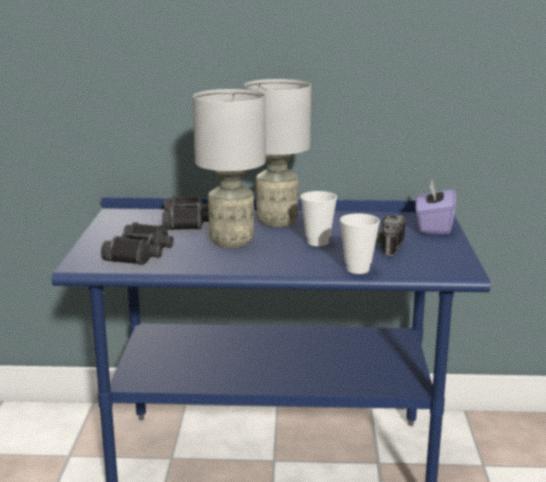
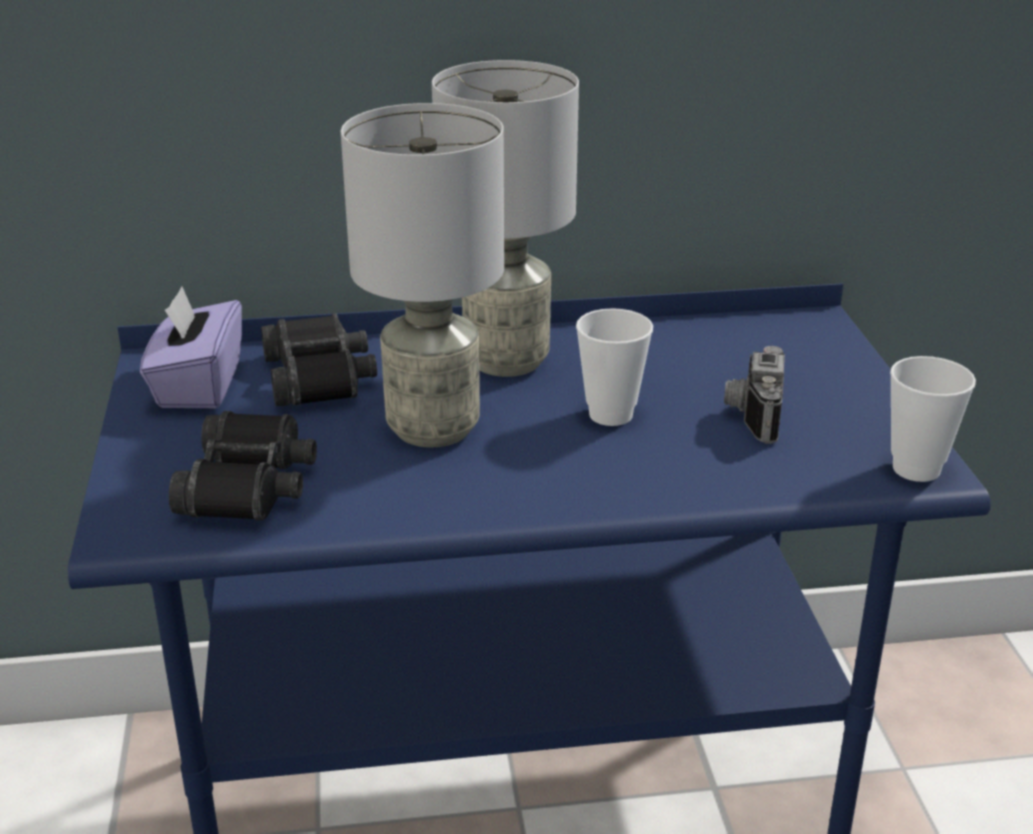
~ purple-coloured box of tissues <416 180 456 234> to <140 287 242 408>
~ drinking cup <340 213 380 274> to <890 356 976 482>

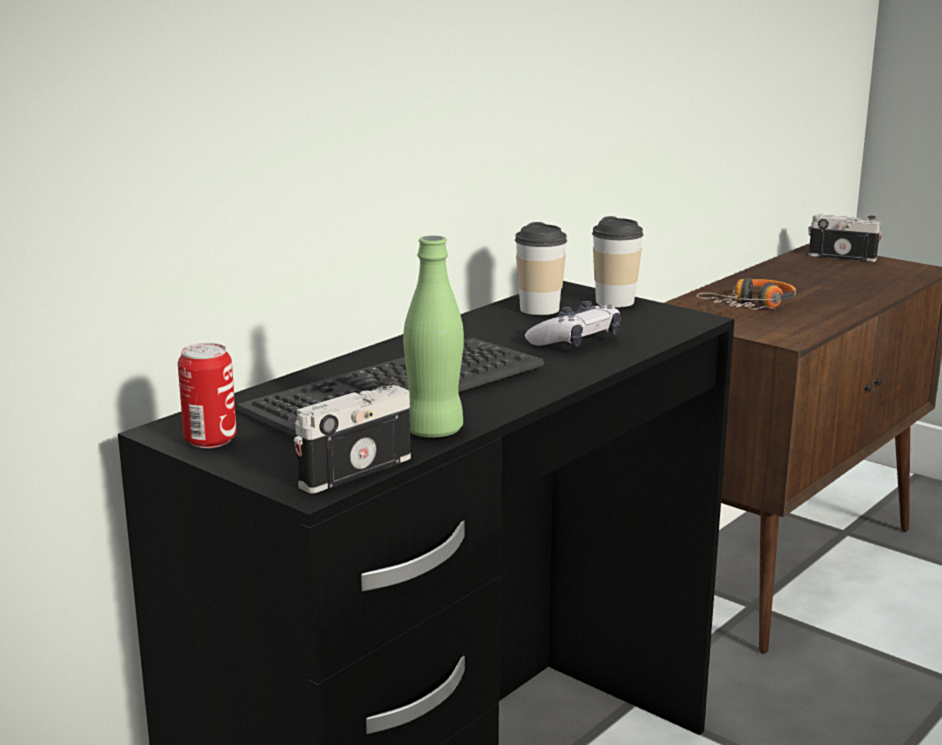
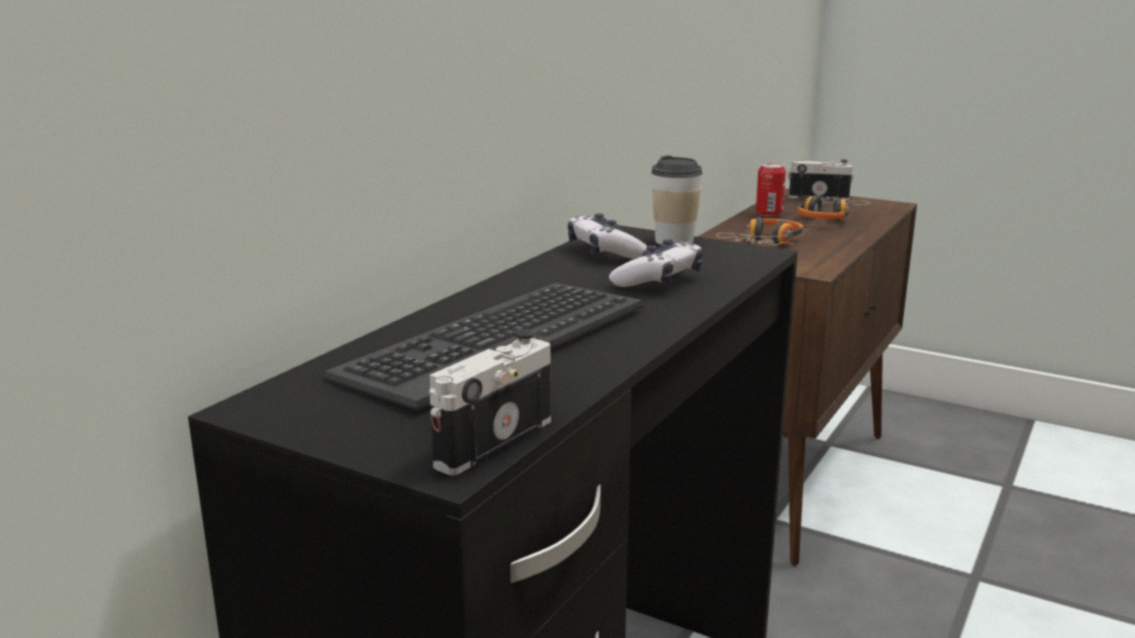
~ drinking cup <515 222 567 315> to joypad <568 213 647 259>
~ metal can <178 343 237 448> to <756 163 786 216>
+ headset <797 195 870 220>
- green drink bottle <403 235 464 438>

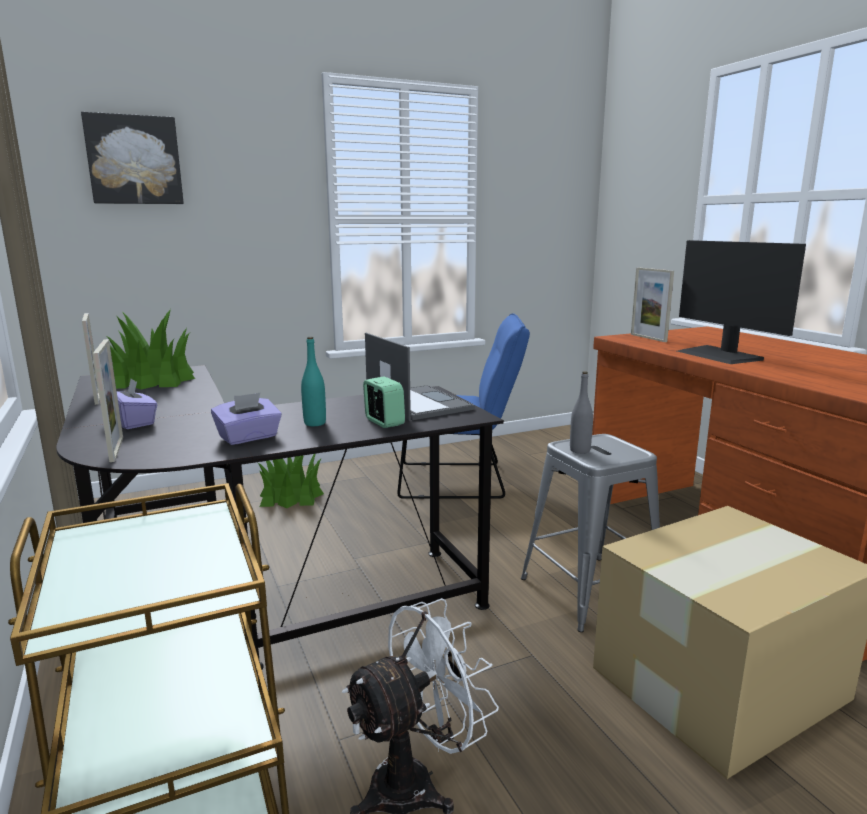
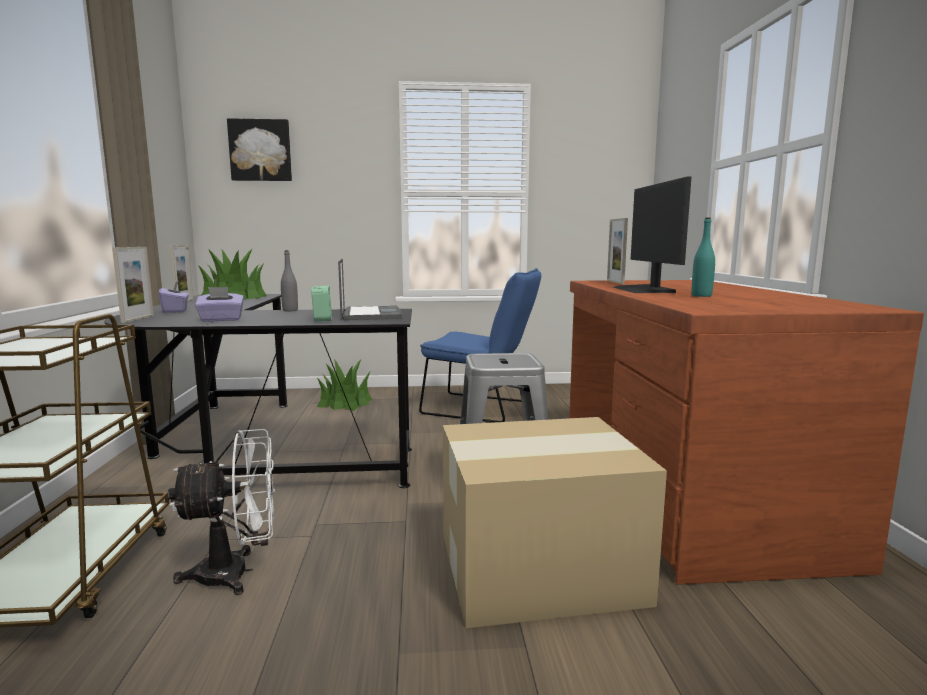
~ greyish drink bottle <570 371 593 454> to <281 250 298 311>
~ turquoise drink bottle <301 337 326 426> to <692 218 715 297>

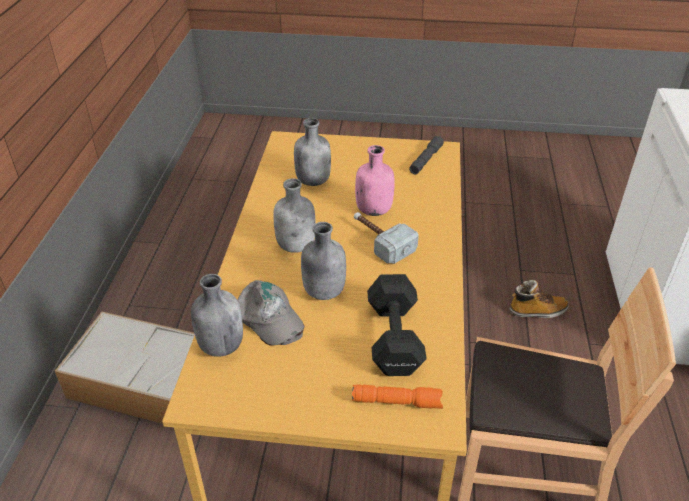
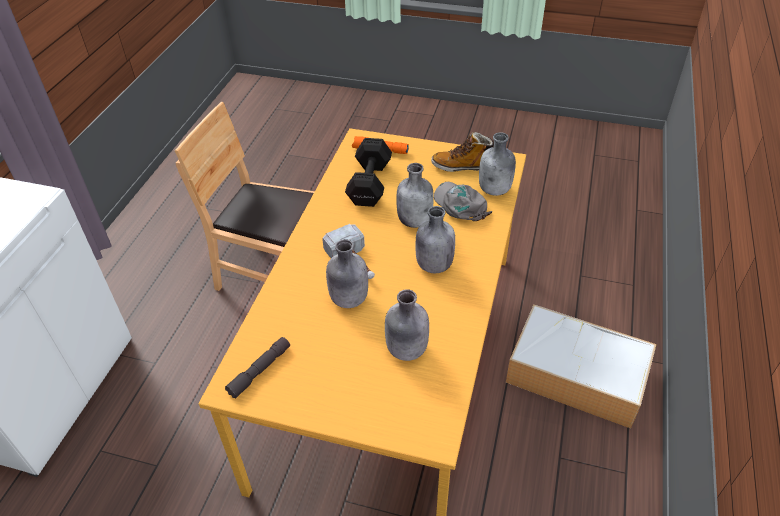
~ pinkish drink bottle <355 145 395 216> to greyish drink bottle <326 239 368 308>
~ high-top boot <510 280 569 318> to <431 132 494 172>

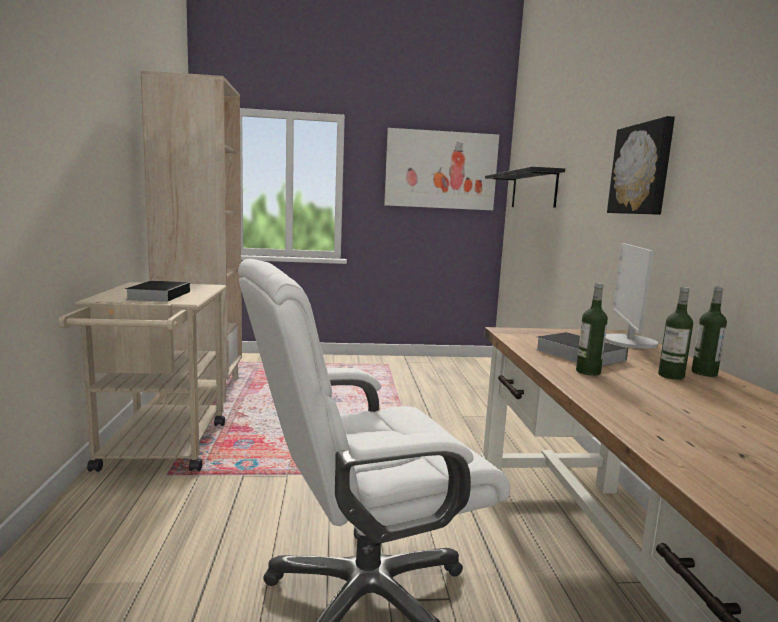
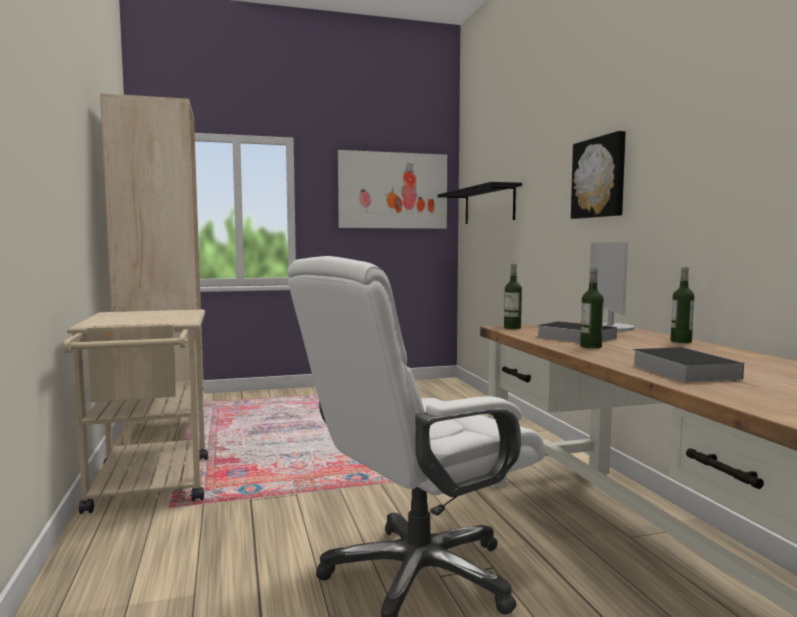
~ drink bottle <658 287 693 380> to <504 264 522 329>
~ bound book <125 281 190 302> to <632 347 744 382>

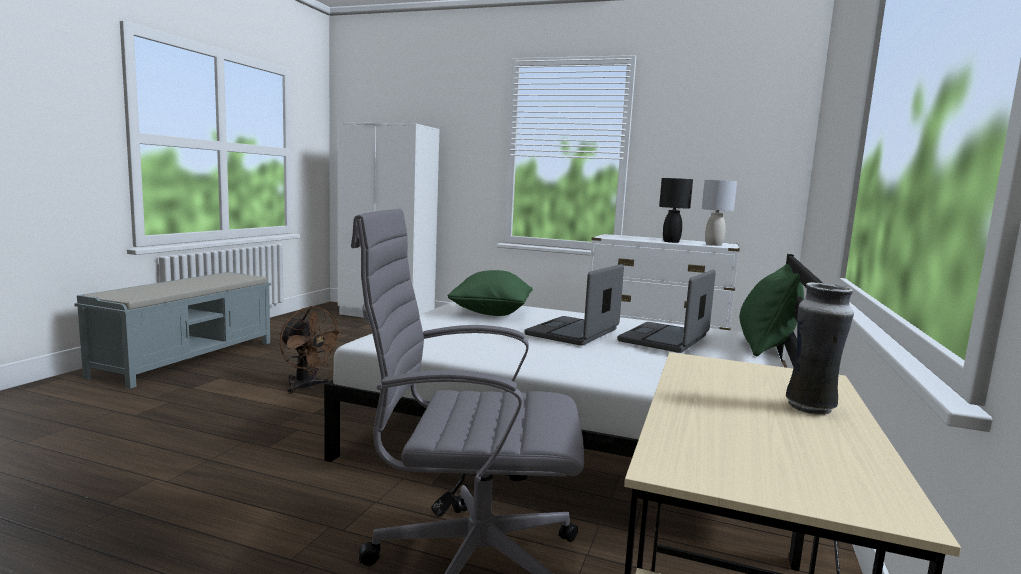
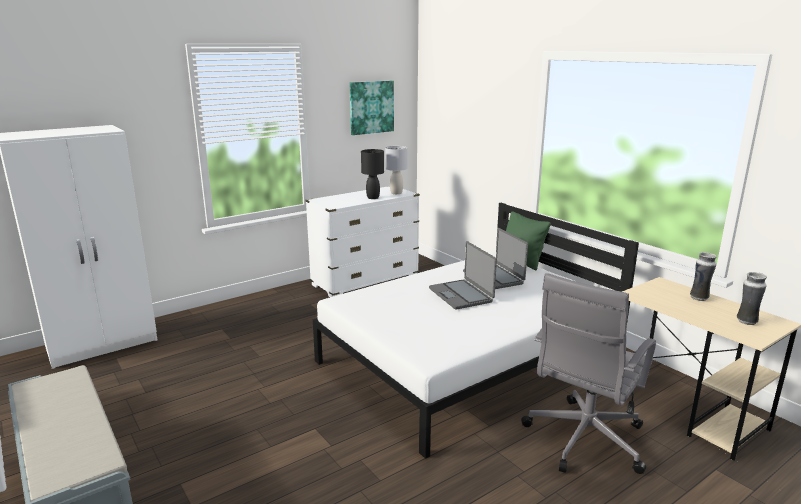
+ wall art <350 81 394 135>
+ decorative vase <737 272 767 325>
- brownish electric fan <279 306 345 394>
- green throw pillow <448 270 533 316>

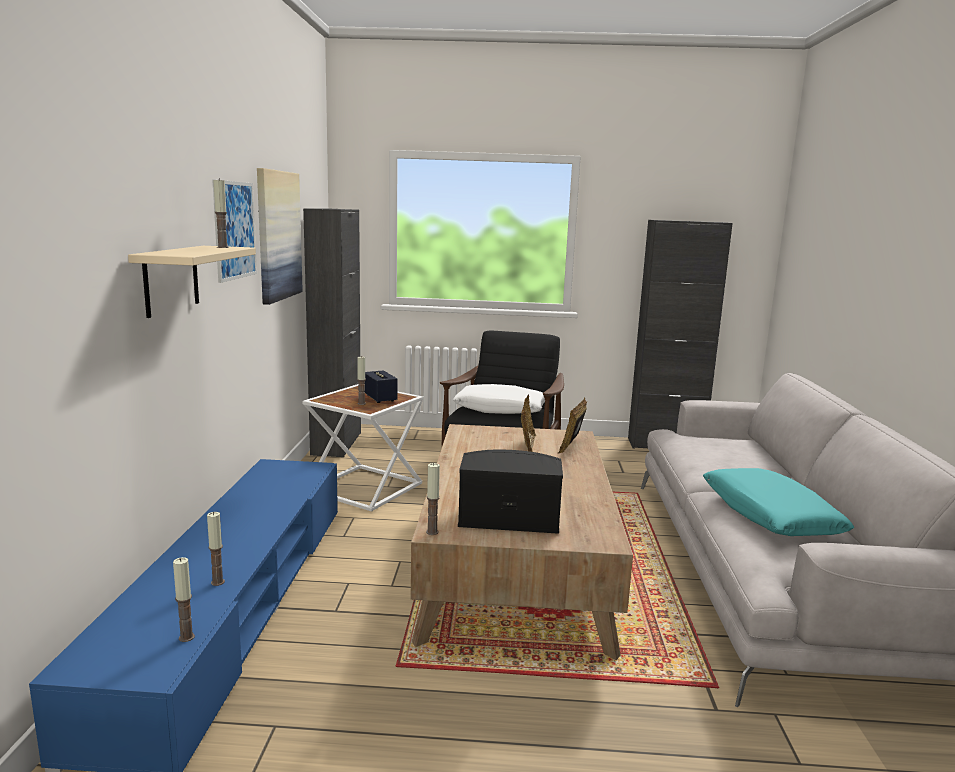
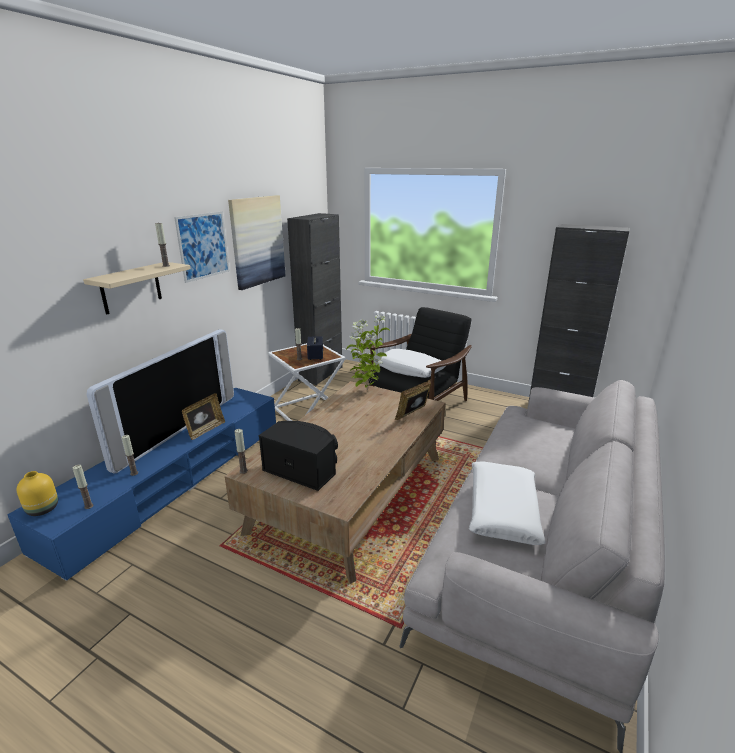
+ yellow-coloured decorative vase <17 471 58 516>
+ TV set <87 329 234 473>
~ standing frame <521 394 536 452> to <182 393 226 440>
+ houseplant <346 315 389 391>
~ turquoise throw pillow <703 468 854 536> to whitish throw pillow <469 462 546 545>

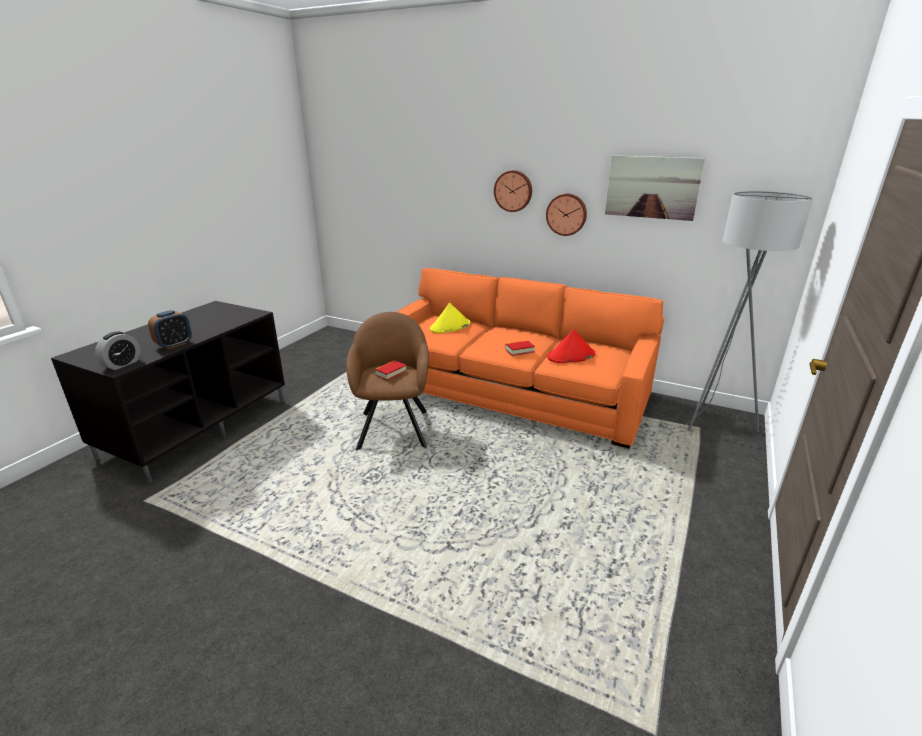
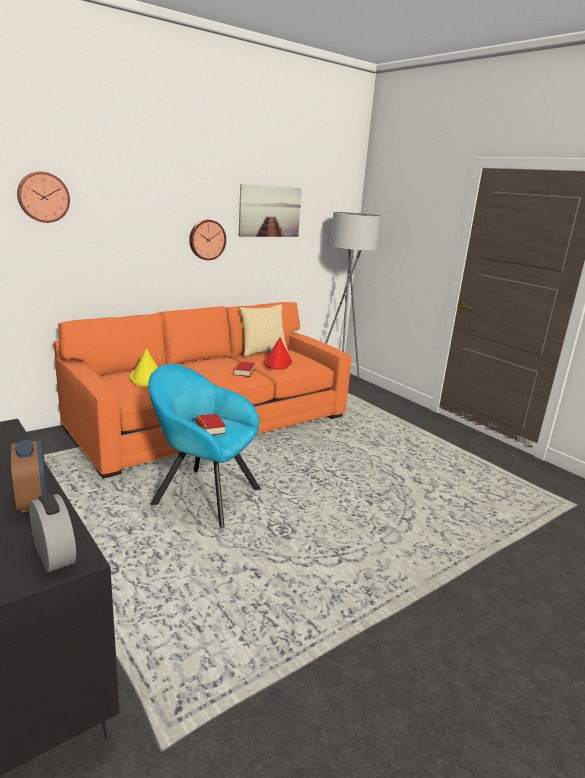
~ hanging clock <494 170 532 212> to <17 172 70 223>
~ brownish easy chair <346 312 429 450> to turquoise easy chair <148 364 261 528>
+ throw pillow <239 304 288 356>

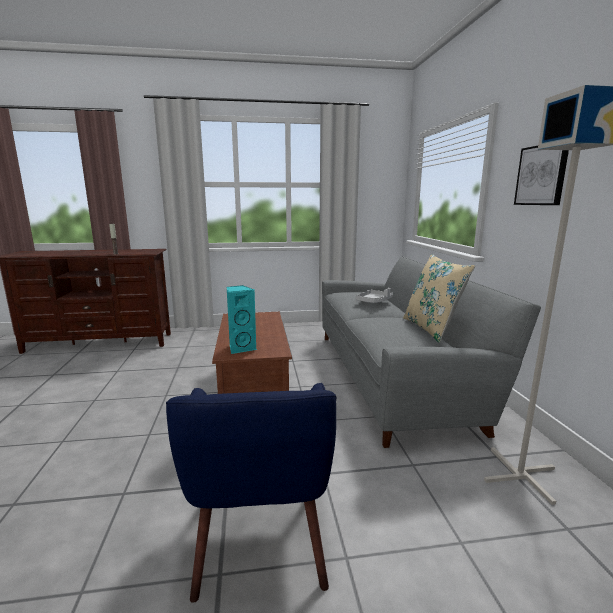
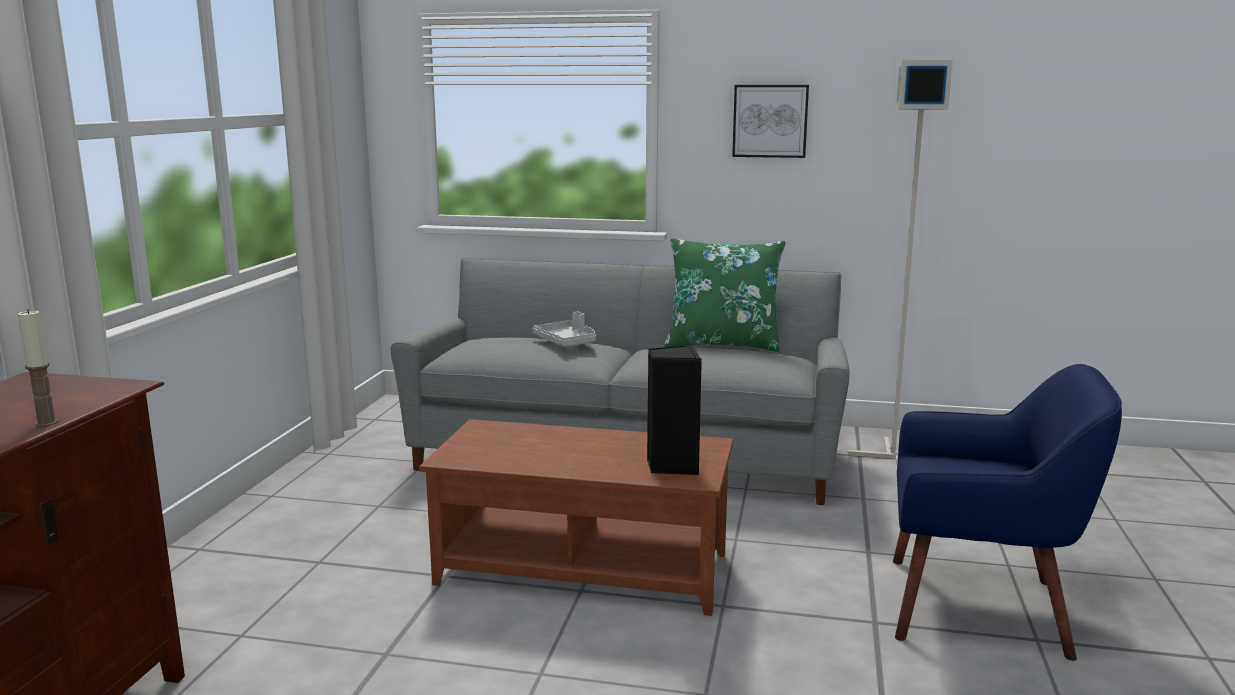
~ turquoise audio speaker <226 285 256 354> to black-coloured audio speaker <647 345 702 475>
~ beige throw pillow <403 254 475 343> to green throw pillow <664 238 786 352>

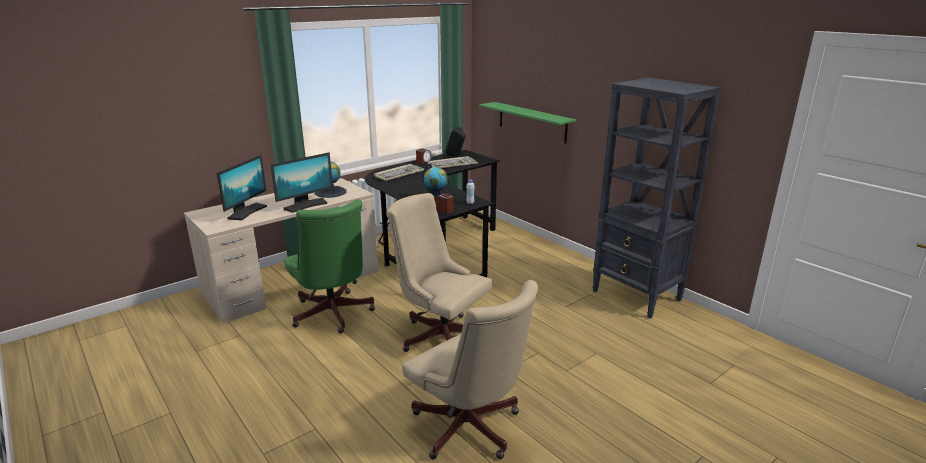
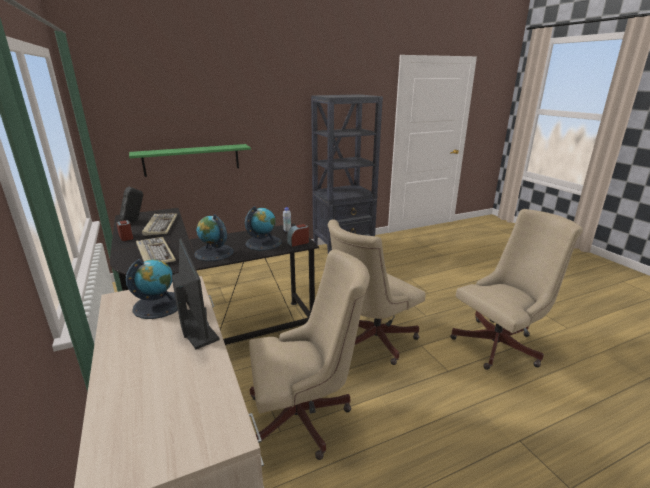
+ desk globe <194 214 234 261>
~ green computer chair <284 199 375 333> to beige computer chair <249 249 370 460>
- computer display <217 155 267 220>

